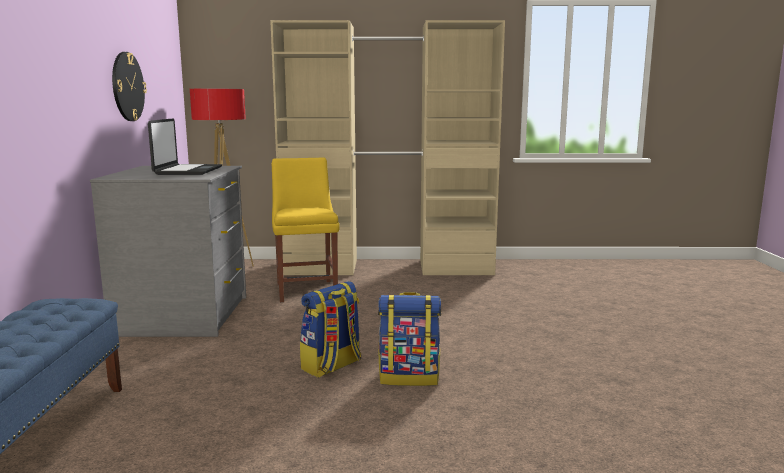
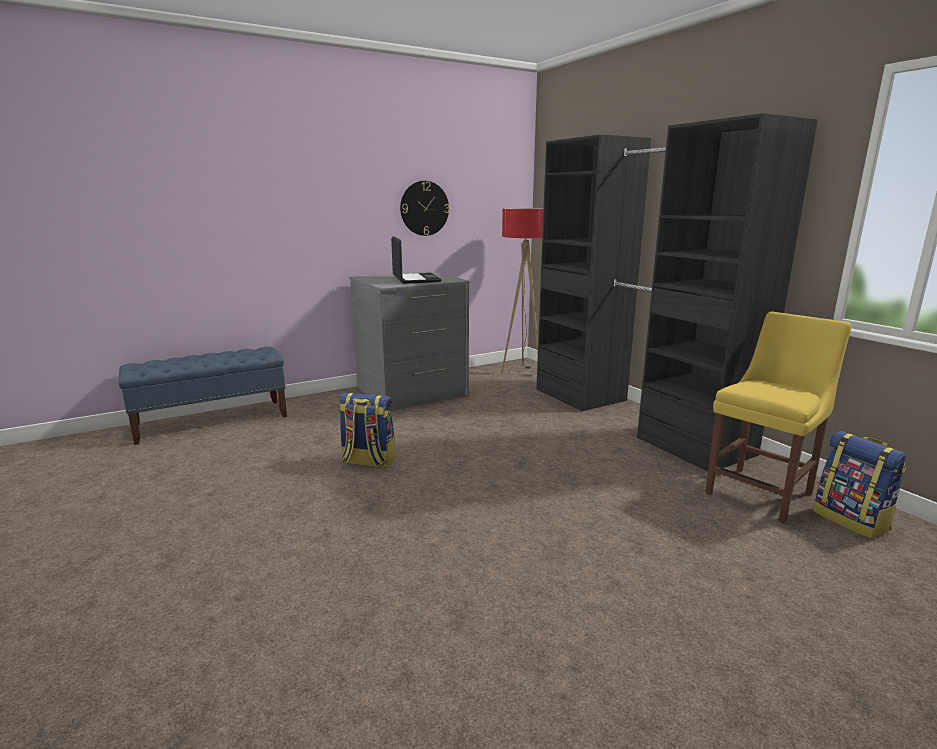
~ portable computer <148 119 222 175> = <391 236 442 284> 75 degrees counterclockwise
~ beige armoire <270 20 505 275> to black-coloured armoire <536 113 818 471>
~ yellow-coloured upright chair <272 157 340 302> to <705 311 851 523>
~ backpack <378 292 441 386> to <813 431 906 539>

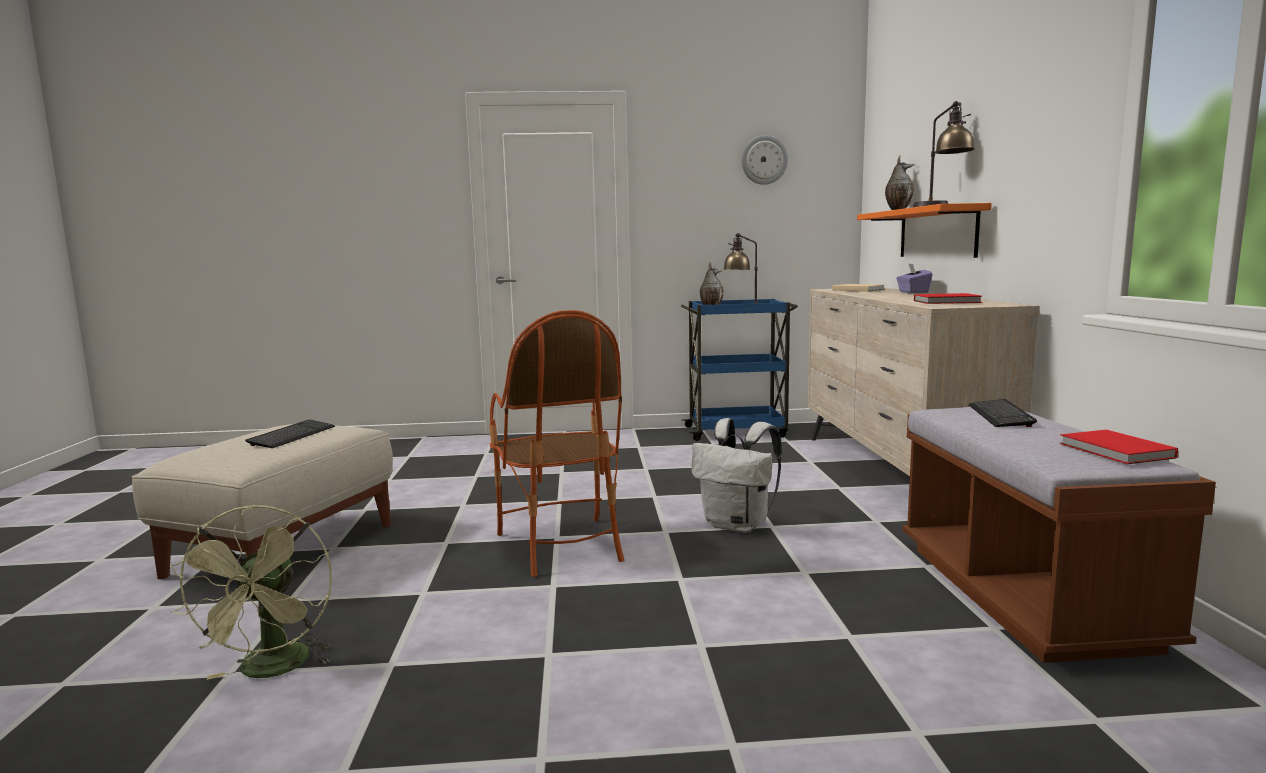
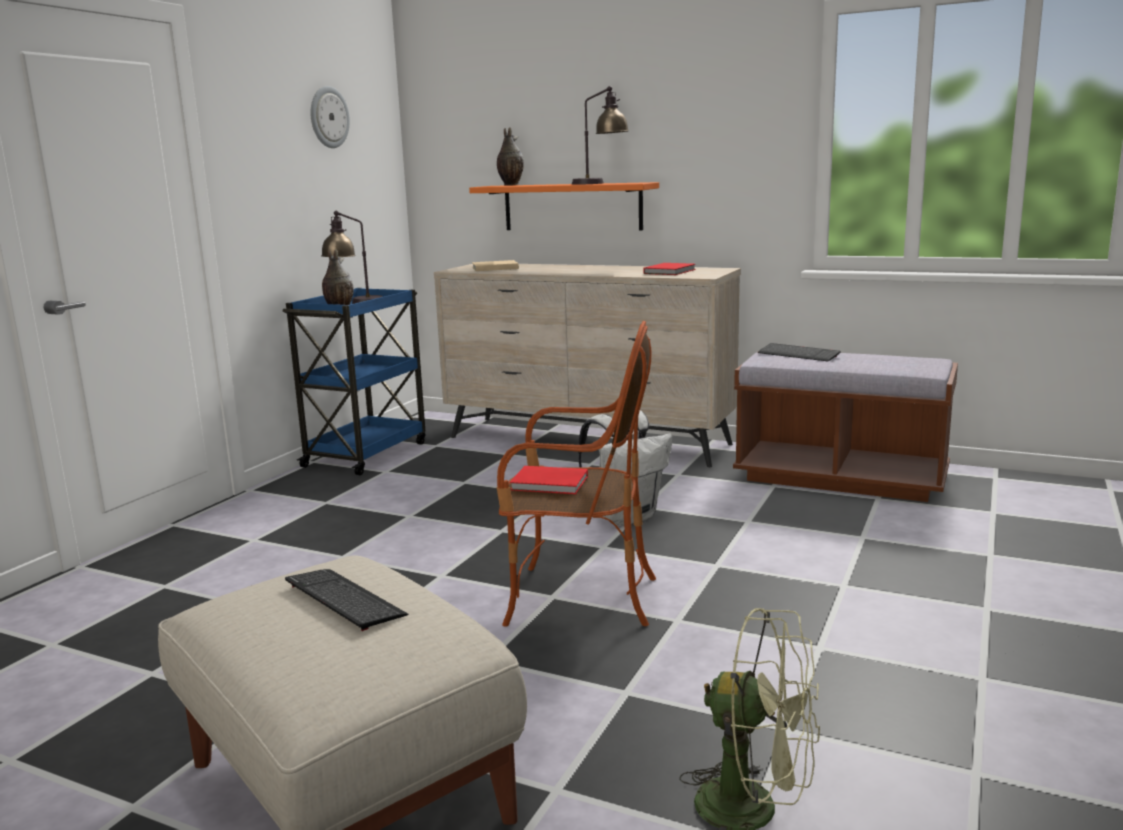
~ red bound book <1060 430 1178 464> to <510 466 588 494>
- purple-coloured box of tissues <896 263 933 293>

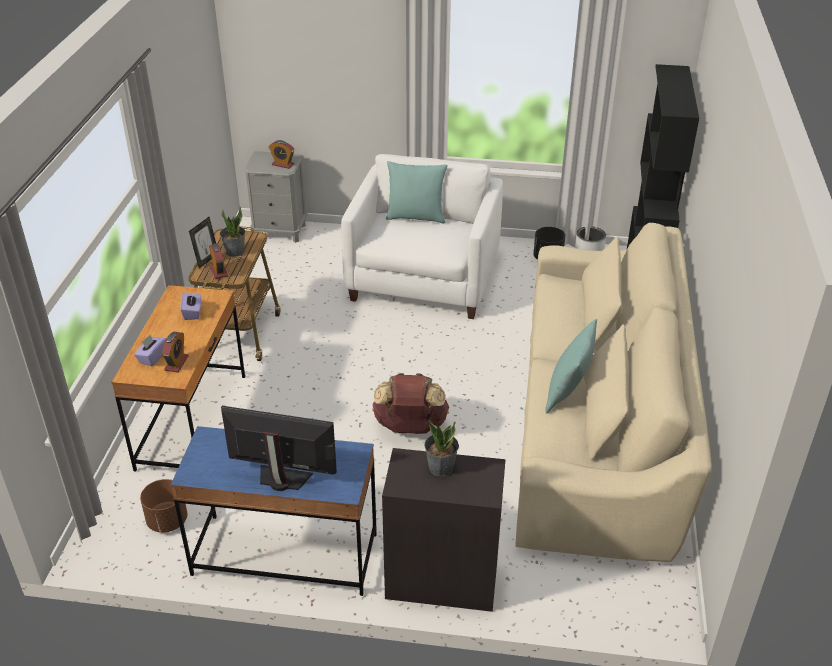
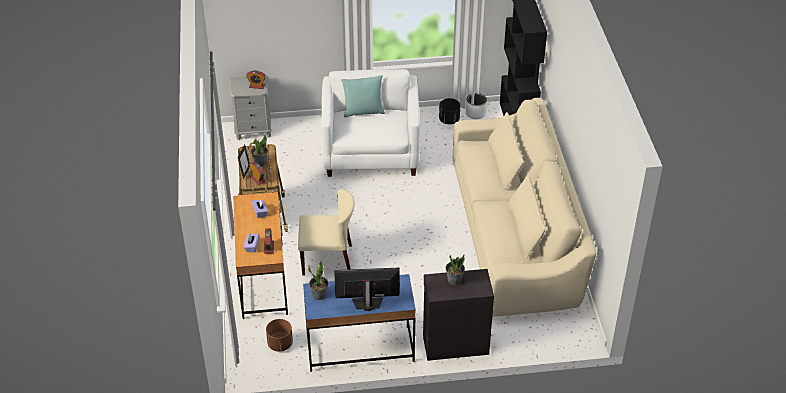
+ beige upright chair <298 189 355 275>
+ houseplant <308 260 328 300>
- brownish backpack <372 373 449 434>
- turquoise throw pillow <545 319 597 413>

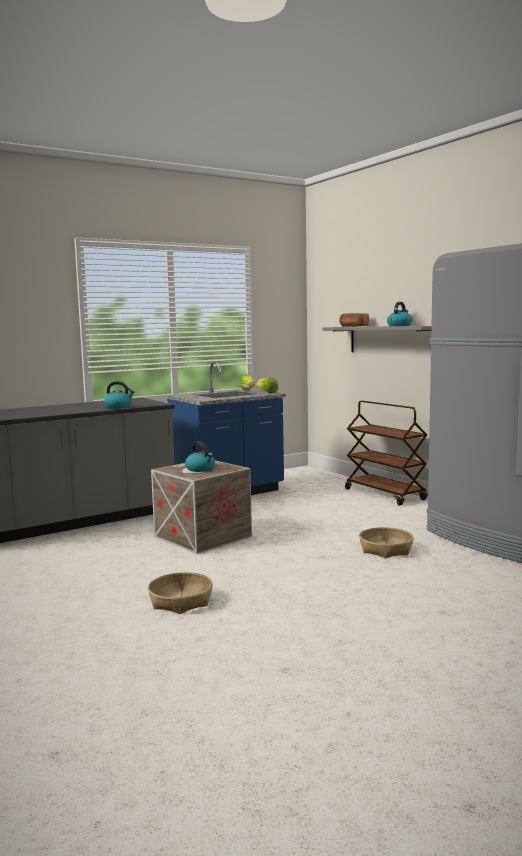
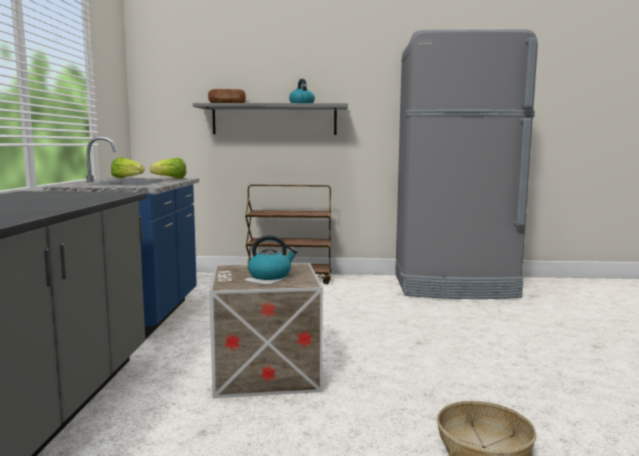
- tea kettle <104 381 134 409>
- household basket <359 527 414 558>

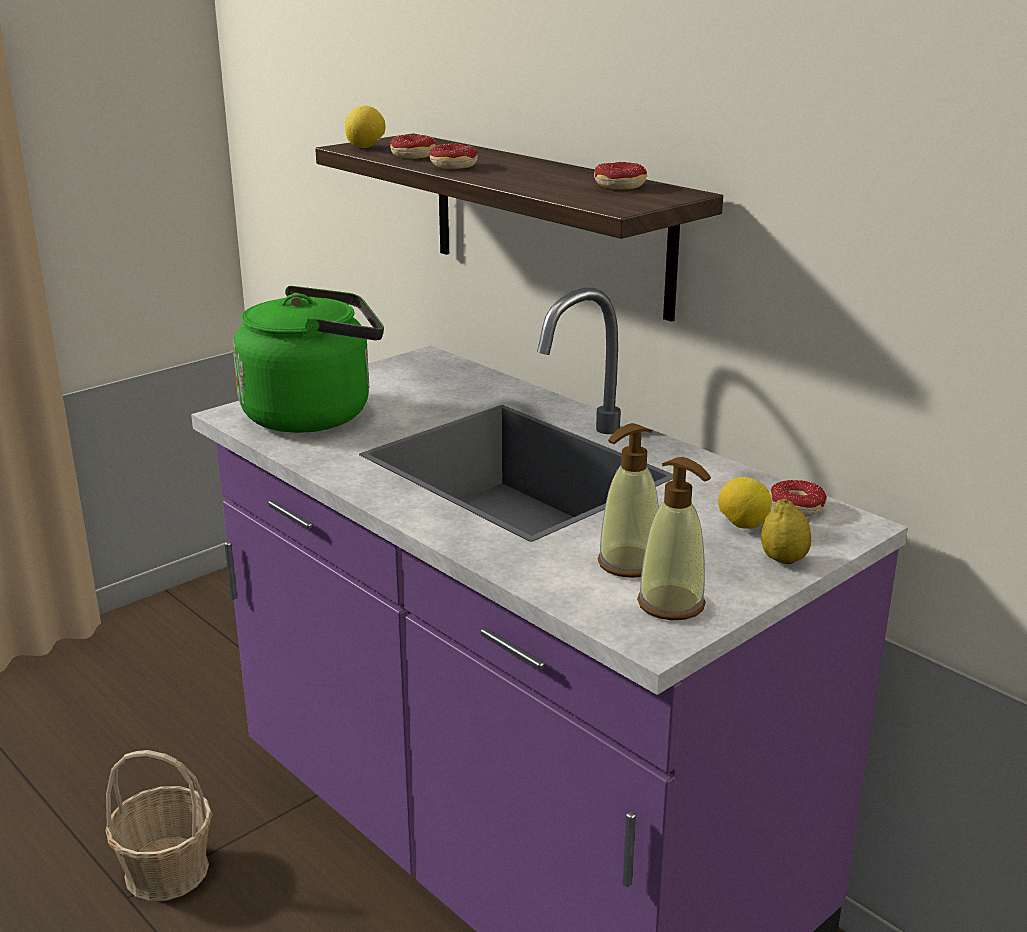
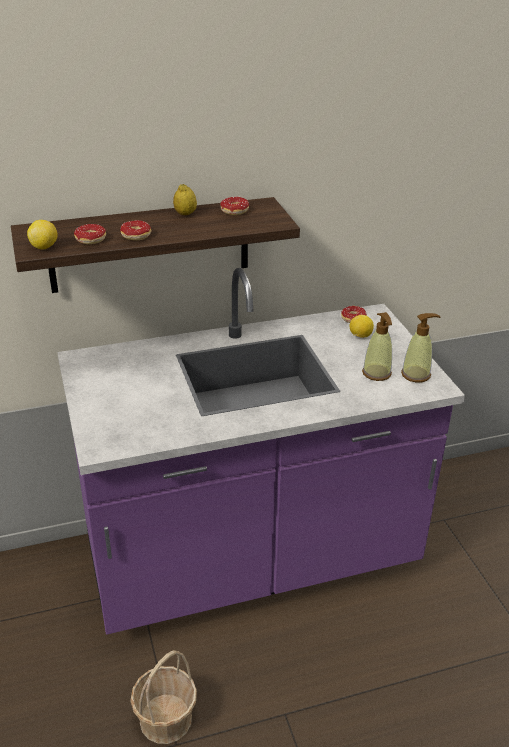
~ lemon <761 499 811 564> to <173 184 197 216>
- green tea kettle <233 286 384 433>

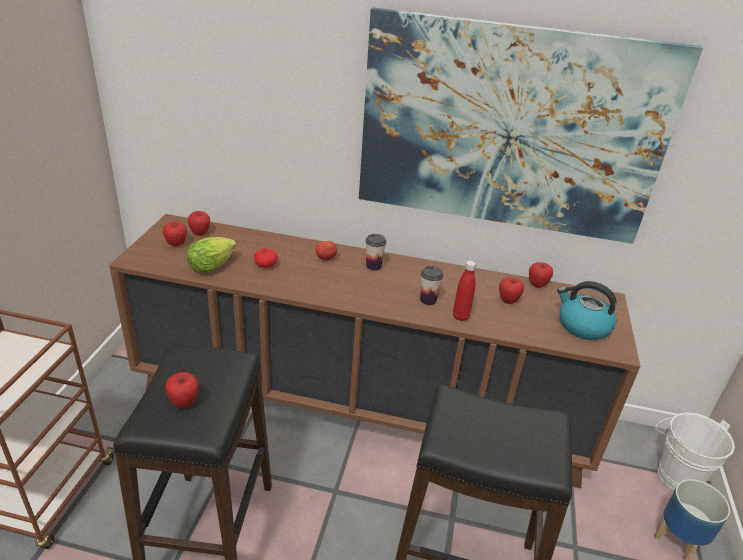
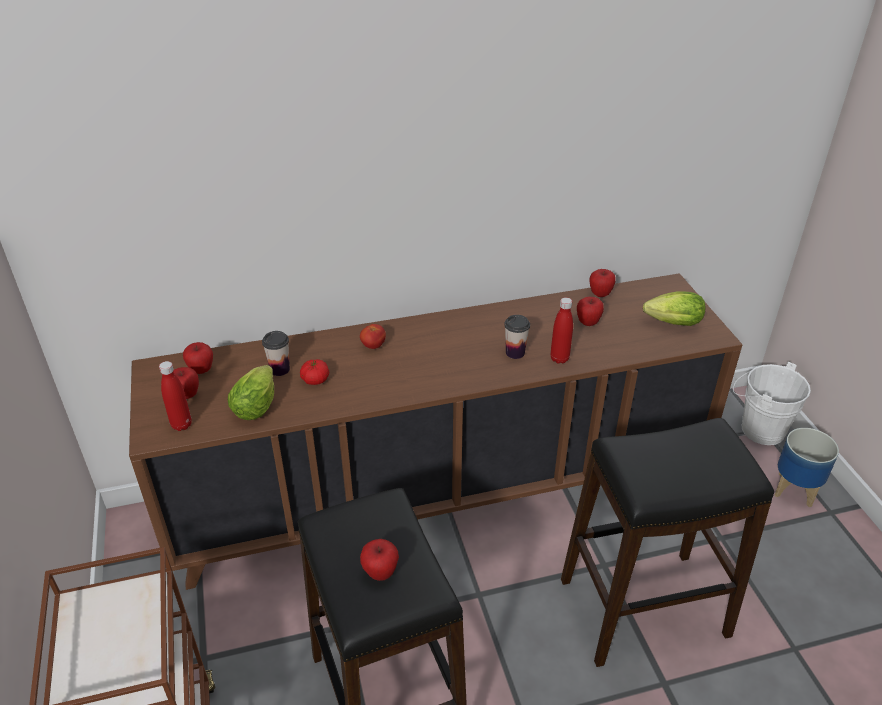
+ red drink bottle <159 361 192 431>
~ drinking cup <365 234 386 271> to <262 331 290 376>
~ tea kettle <557 281 617 340> to head of lettuce <643 291 706 326>
- wall art <359 8 703 244>

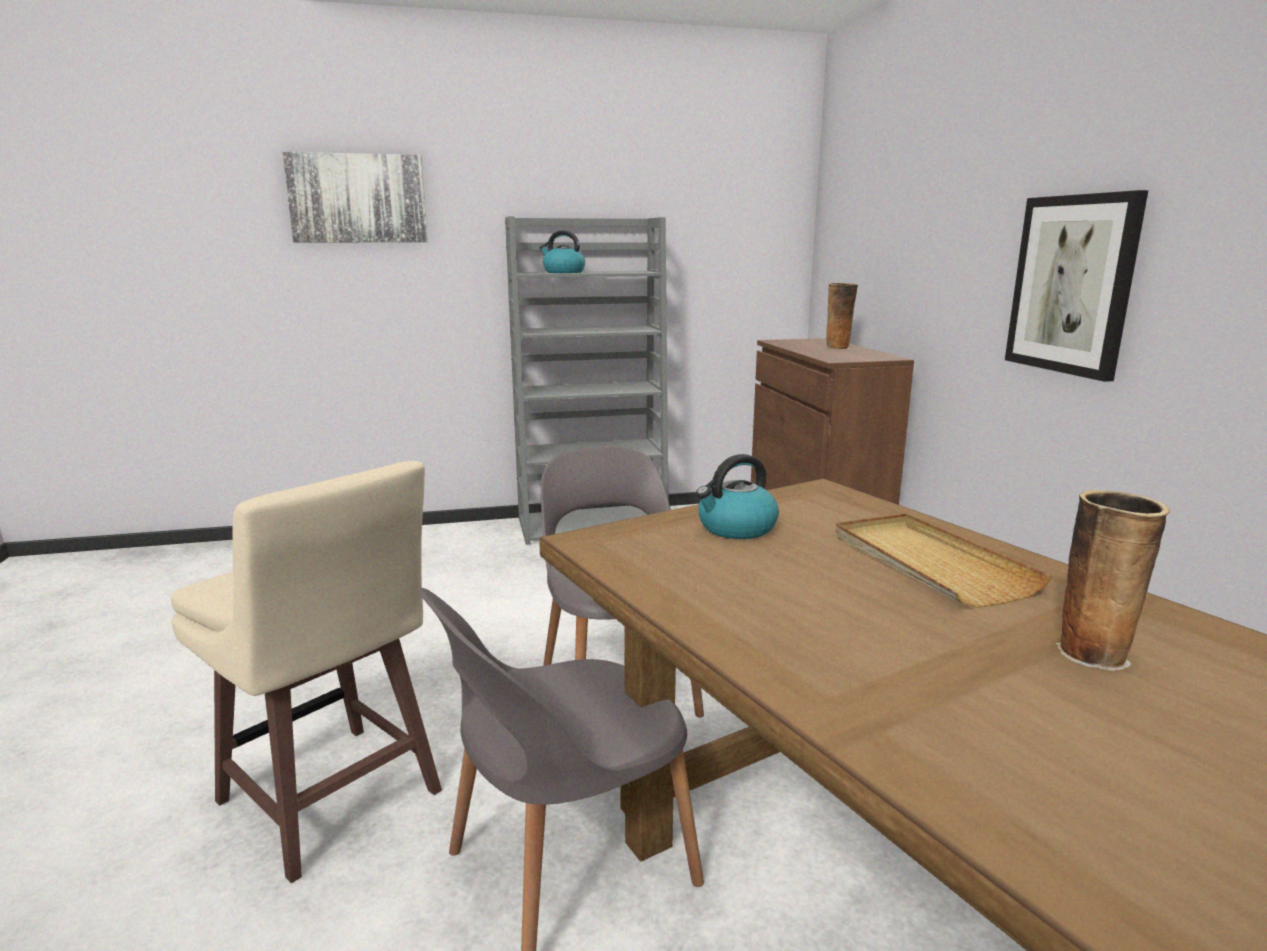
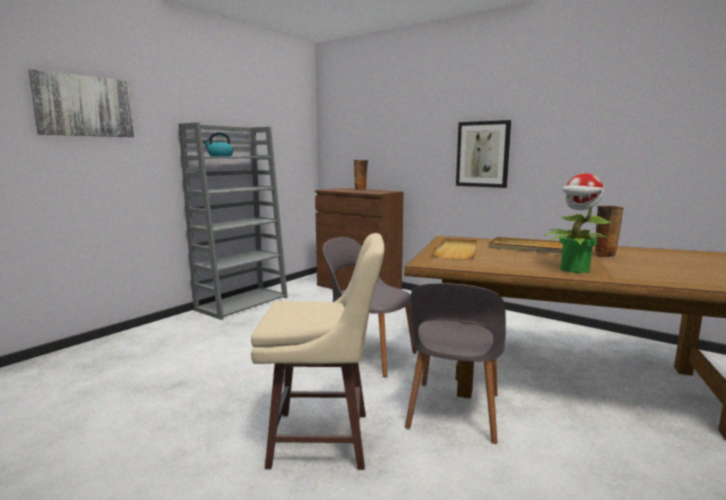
~ tea kettle <696 454 779 539> to beige tray <431 238 477 260>
+ houseplant <544 173 612 273>

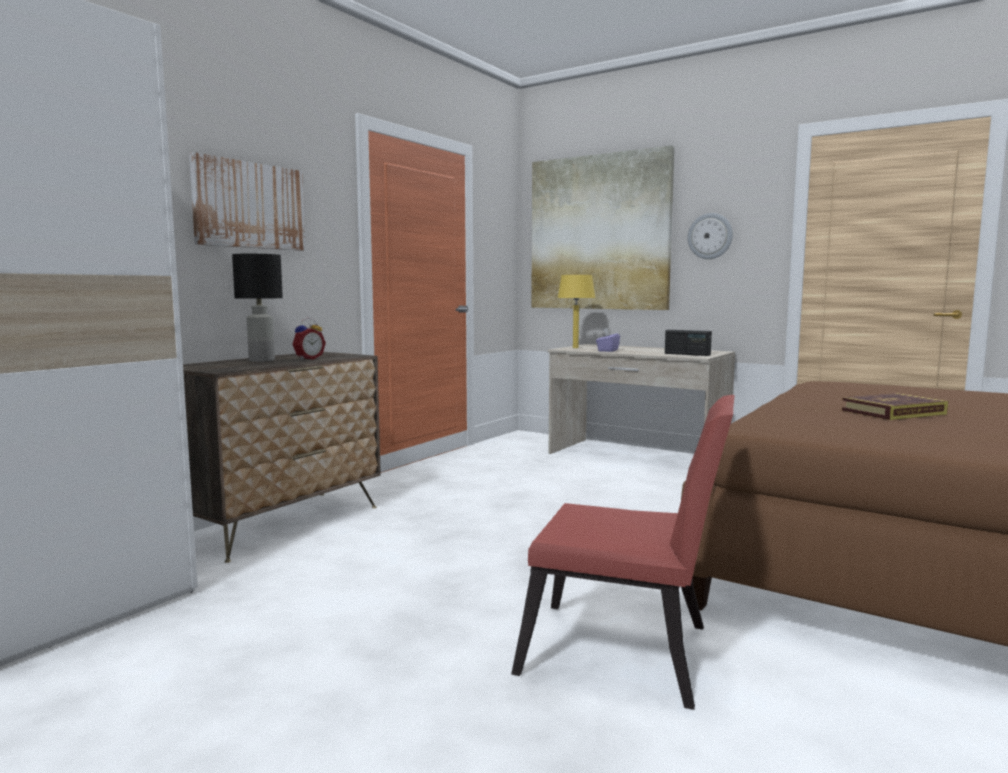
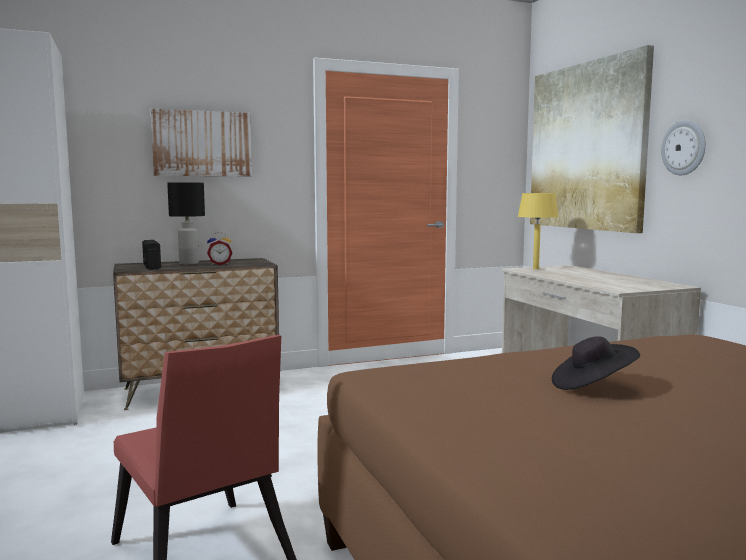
~ radio receiver <665 330 712 356> to <142 240 161 270>
~ bound book <842 393 948 420> to black-coloured clothing hat <552 336 640 390>
- purple-coloured box of tissues <596 328 620 352>

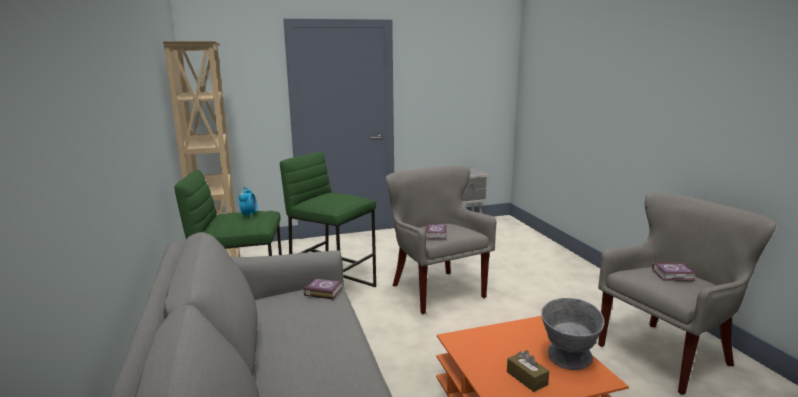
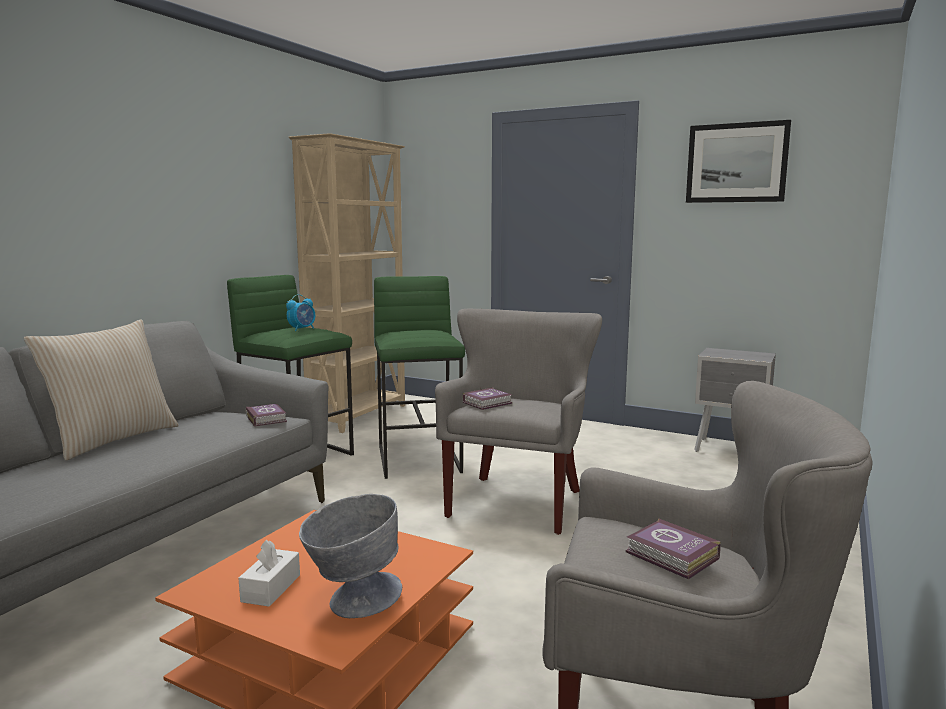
+ beige throw pillow <24 319 179 461>
~ brownish box of tissues <507 350 549 392> to whitish box of tissues <239 540 300 607>
+ wall art <686 120 791 203>

